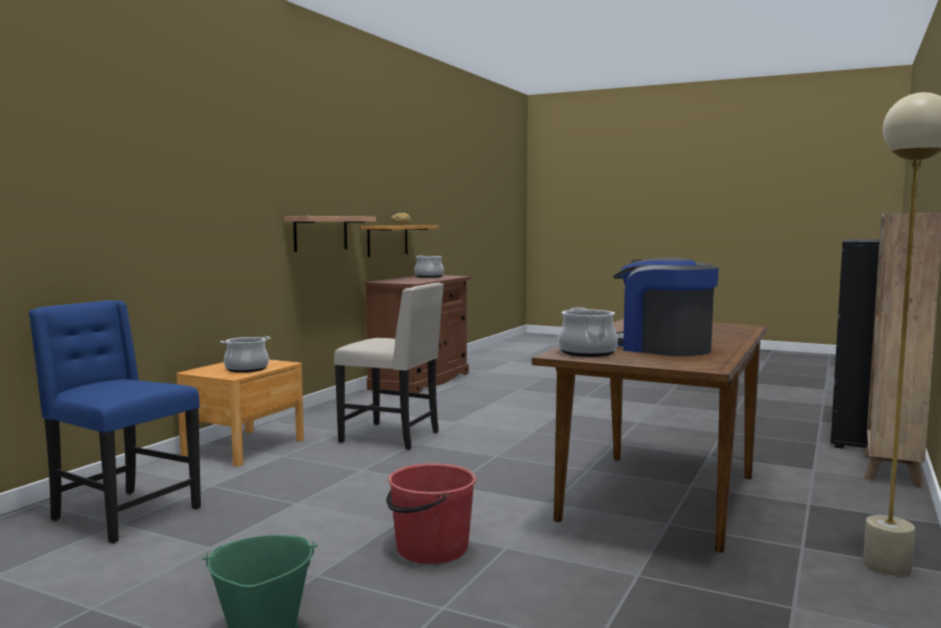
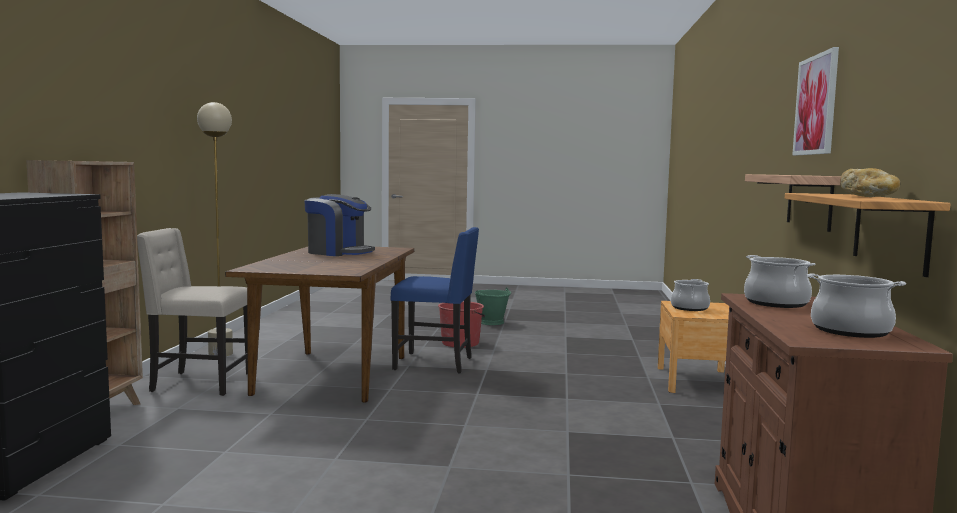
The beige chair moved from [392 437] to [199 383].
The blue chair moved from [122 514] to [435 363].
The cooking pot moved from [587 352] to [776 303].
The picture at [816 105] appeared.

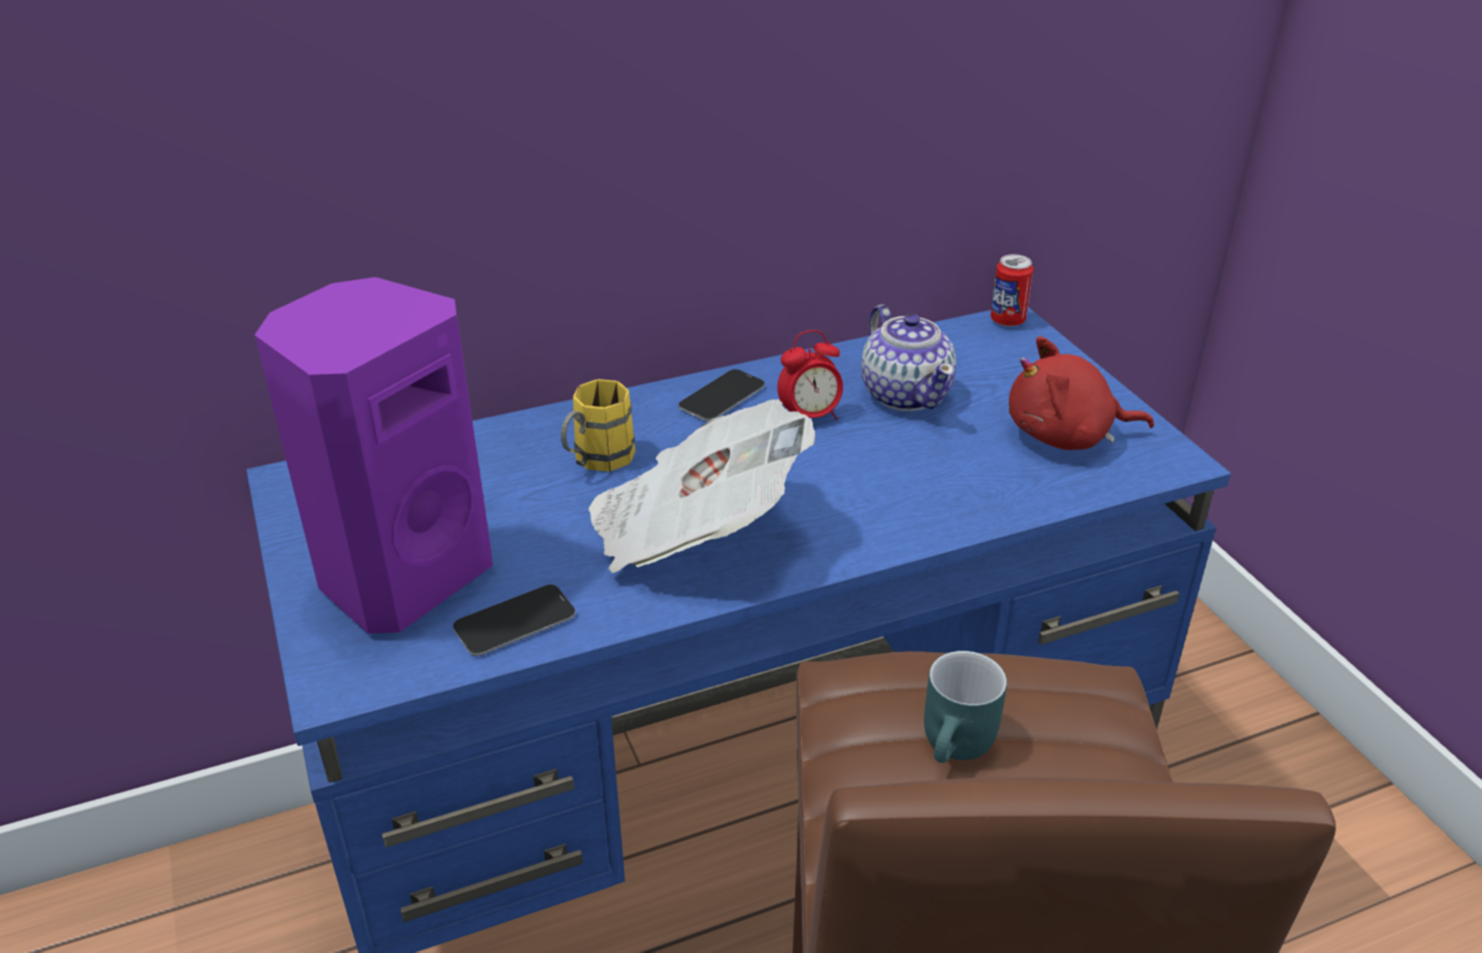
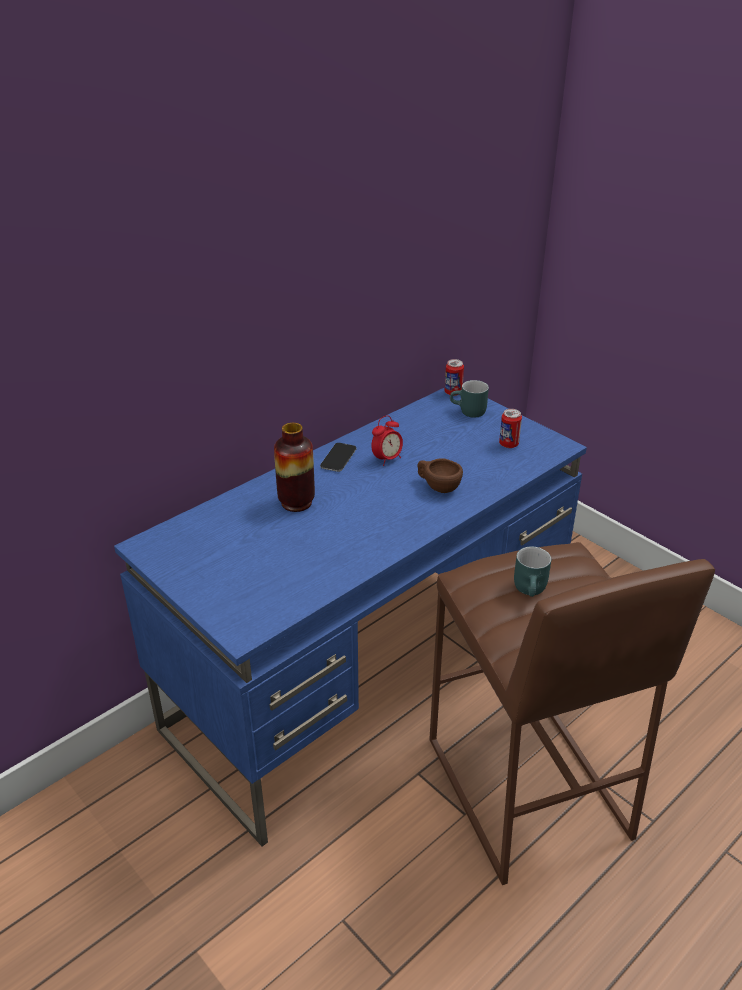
The yellow mug at [596 461] was replaced by the vase at [296 502].
The brown cup at [437 486] appeared.
The turquoise mug at [468 412] appeared.
The red plush toy at [1065 436] was replaced by the can at [508 444].
The purple speaker at [402 576] disappeared.
The phone at [515 622] disappeared.
The newspaper at [694 531] disappeared.
The teapot at [906 394] disappeared.

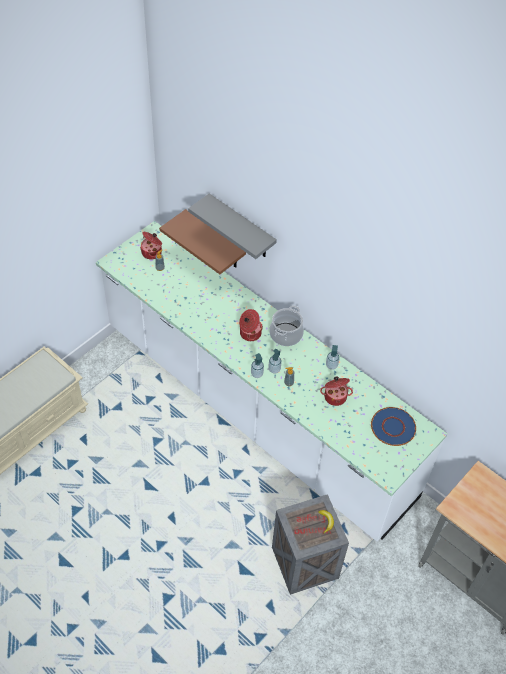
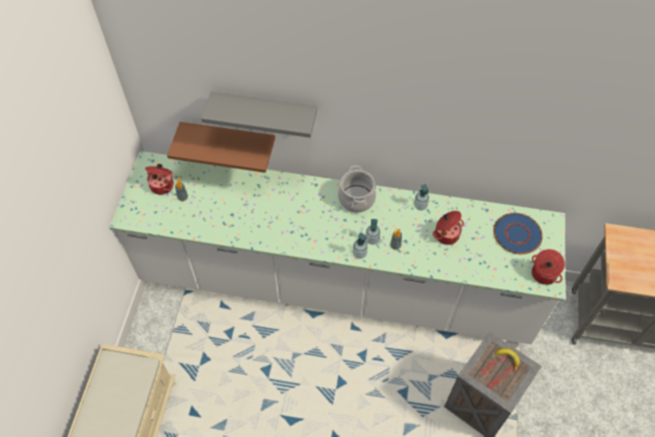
The cooking pot moved from [249 333] to [543 274].

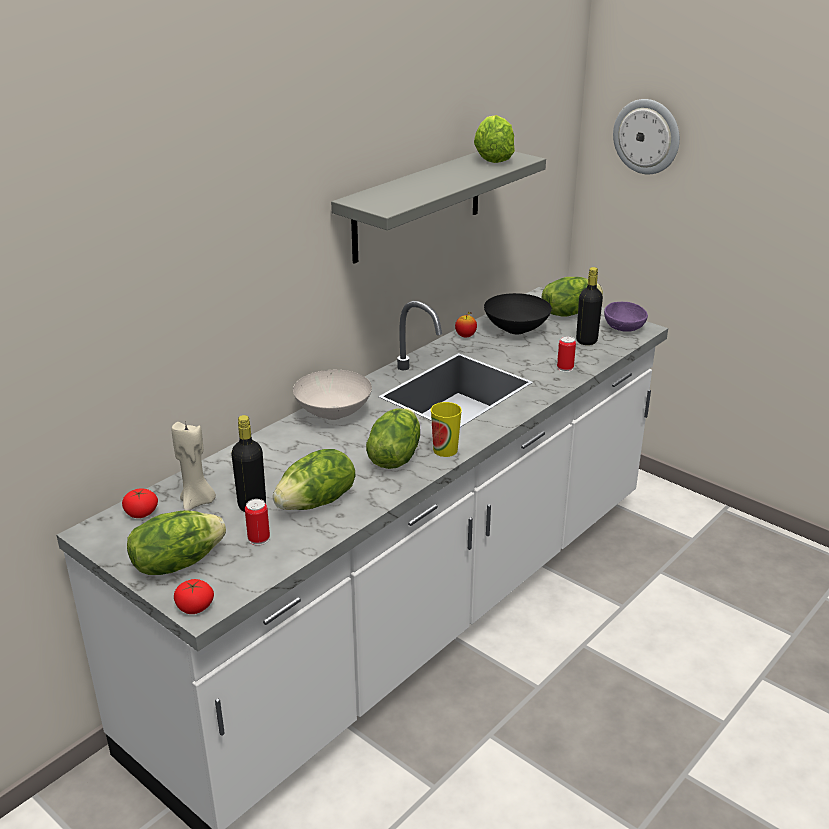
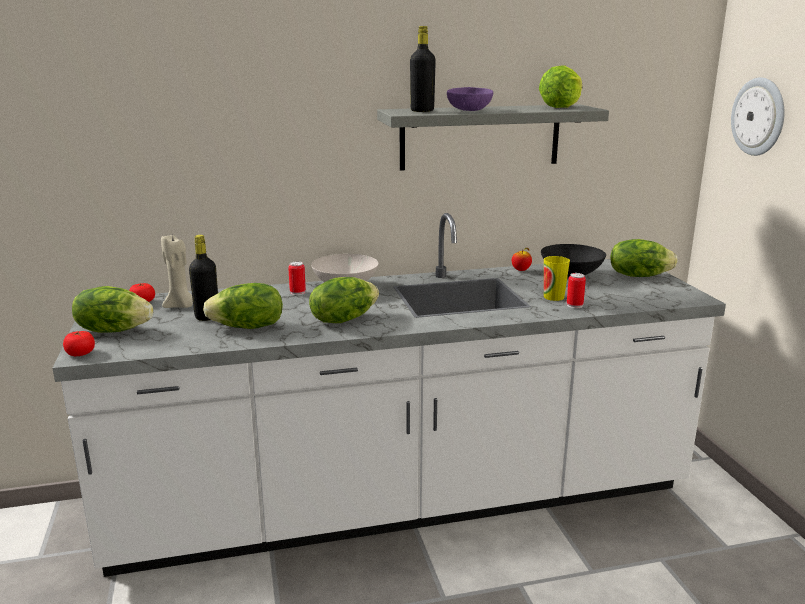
The can moved from [259 539] to [297 292].
The black bottle moved from [586 341] to [422 111].
The purple bowl moved from [625 328] to [470 110].
The cup moved from [445 450] to [553 297].

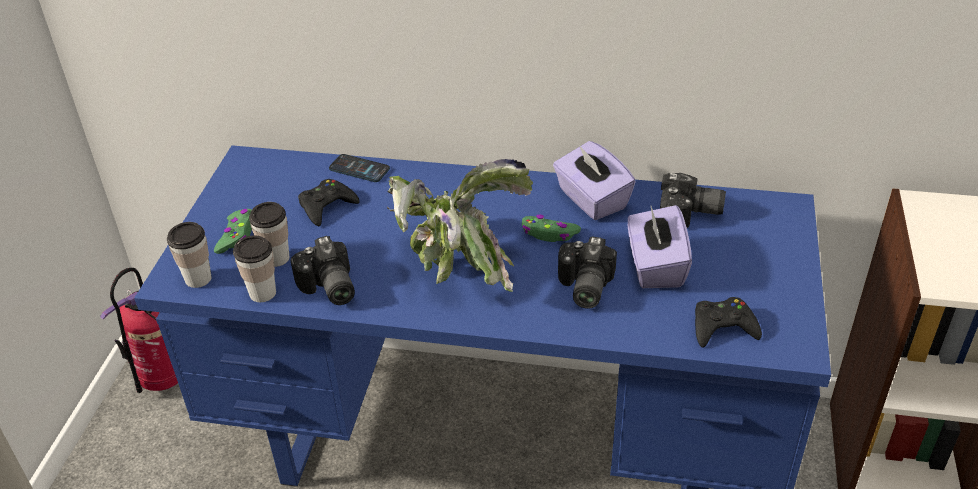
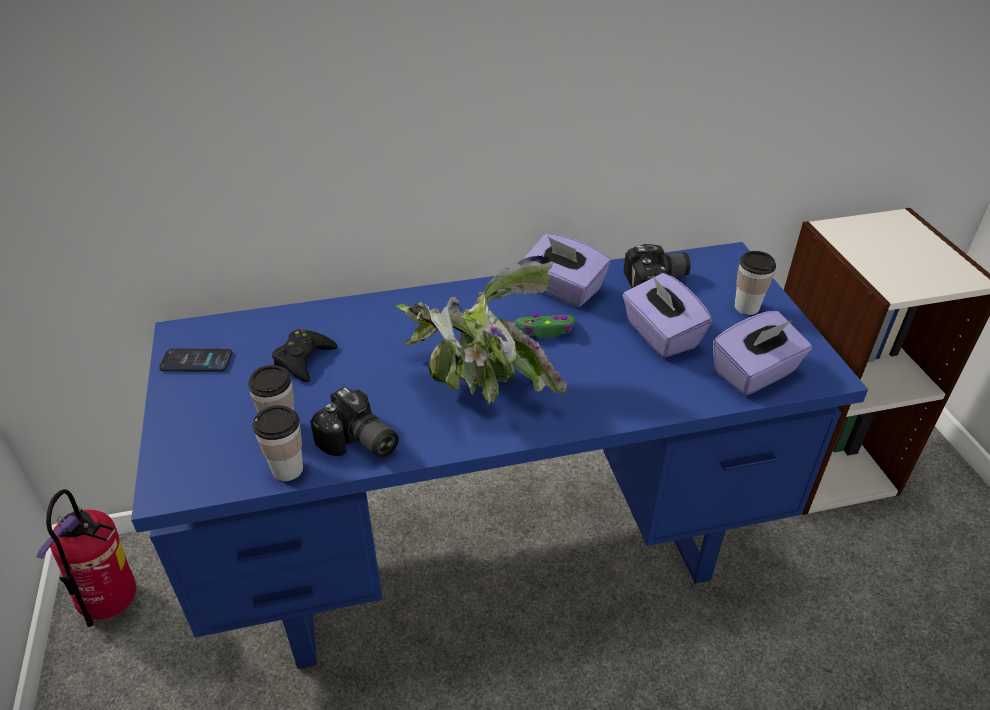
The phone moved from [359 169] to [196 361].
The black game controller at [723 327] was replaced by the purple tissue box at [755 373].
The cup moved from [198 279] to [746 307].
The green game controller at [237 236] disappeared.
The photo camera at [583 287] disappeared.

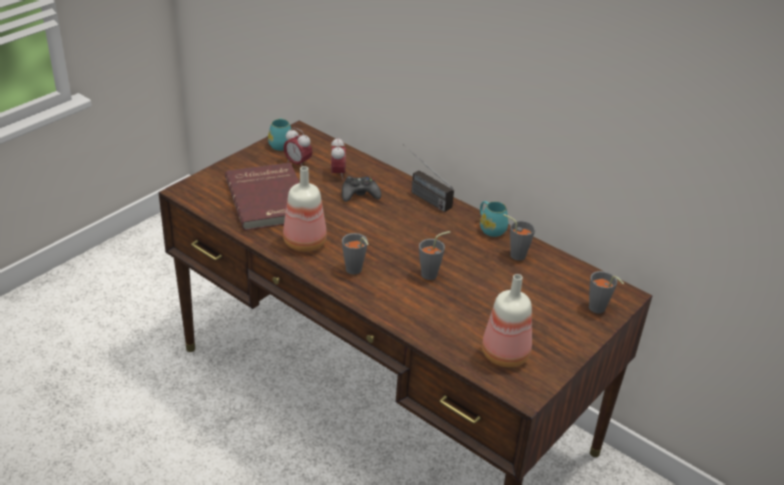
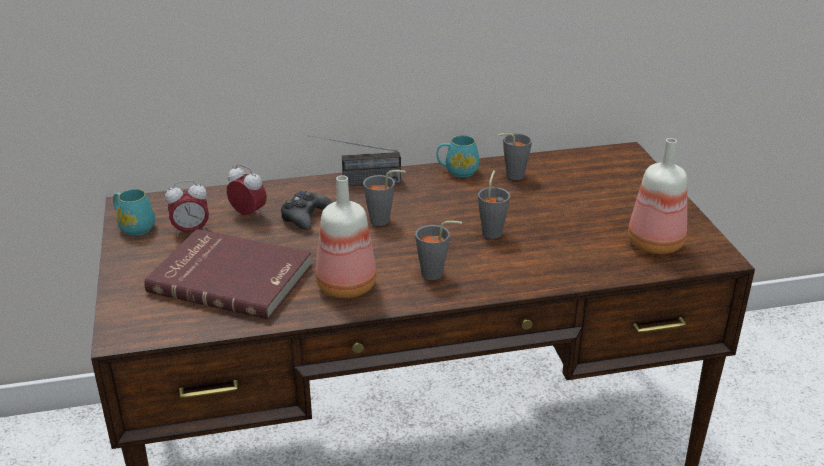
The grey cup moved from [599 310] to [384 221].

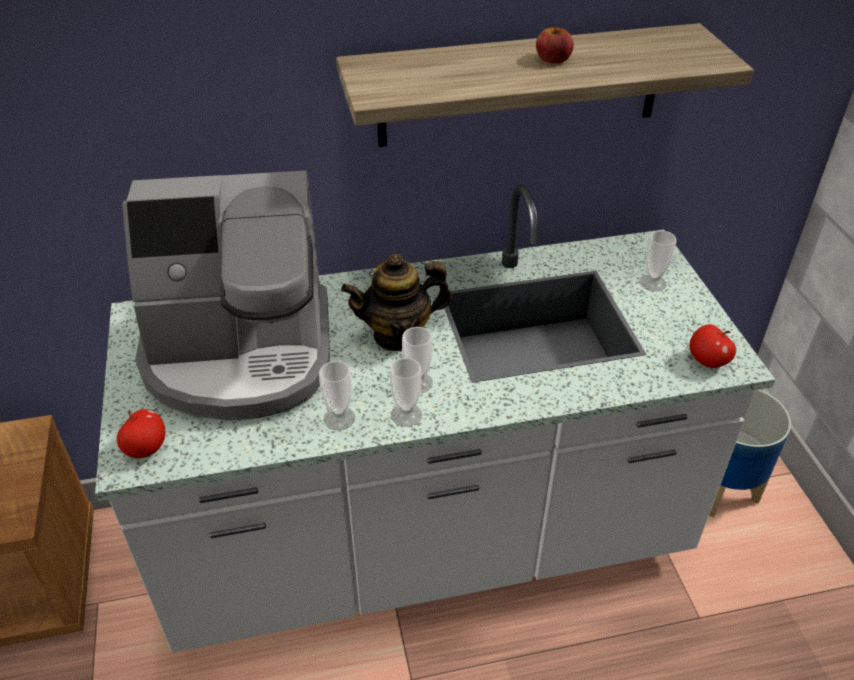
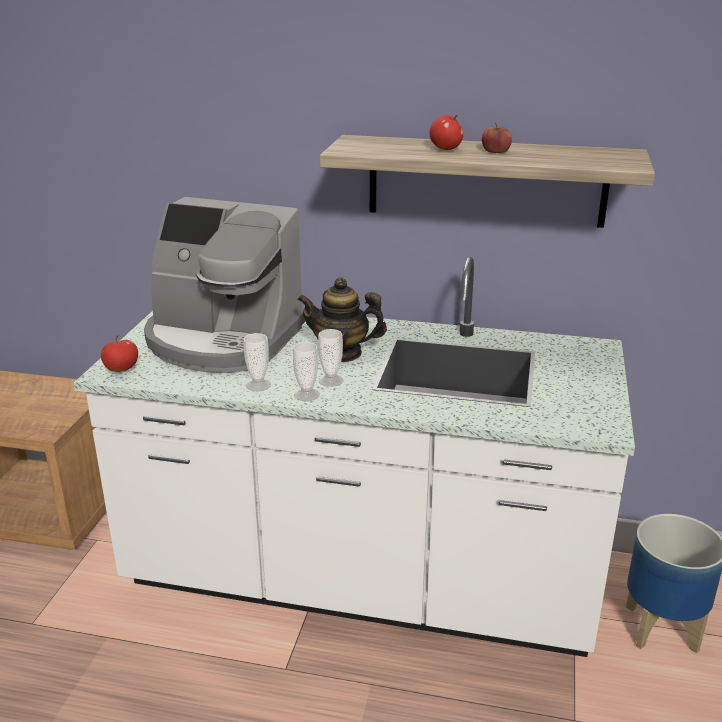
The apple moved from [707 361] to [445 149].
The cup at [652 283] disappeared.

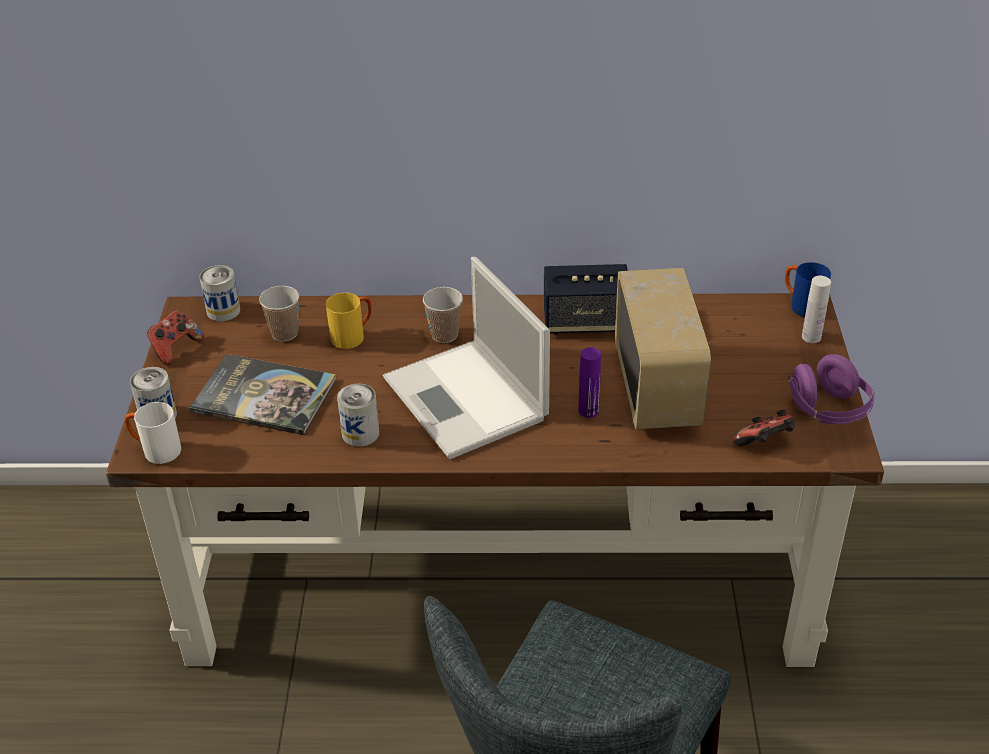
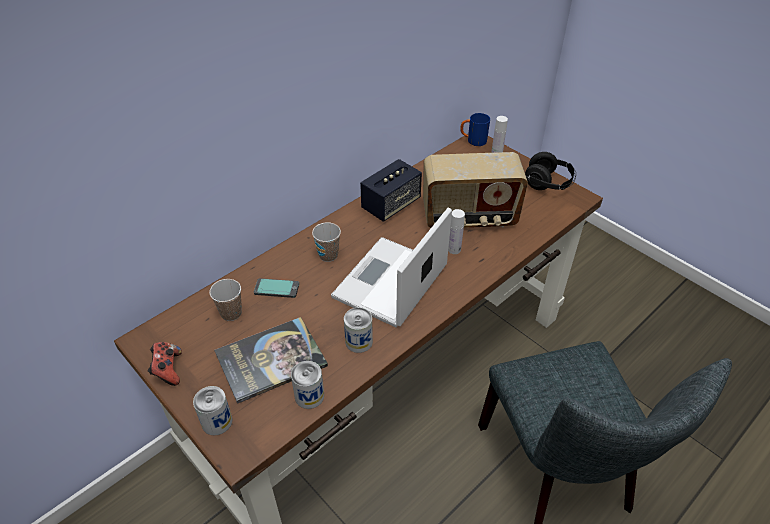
The yellow mug at [353 336] was replaced by the phone at [276 288].
The can moved from [223 311] to [309 396].
The laptop at [467 400] turned 105 degrees clockwise.
The radio at [658 388] turned 135 degrees clockwise.
The purple bottle at [588 410] became the white bottle at [454 249].
The purple headphones at [828 410] became the black headphones at [548 184].
The white mug at [155 450] disappeared.
The game controller at [764 443] disappeared.

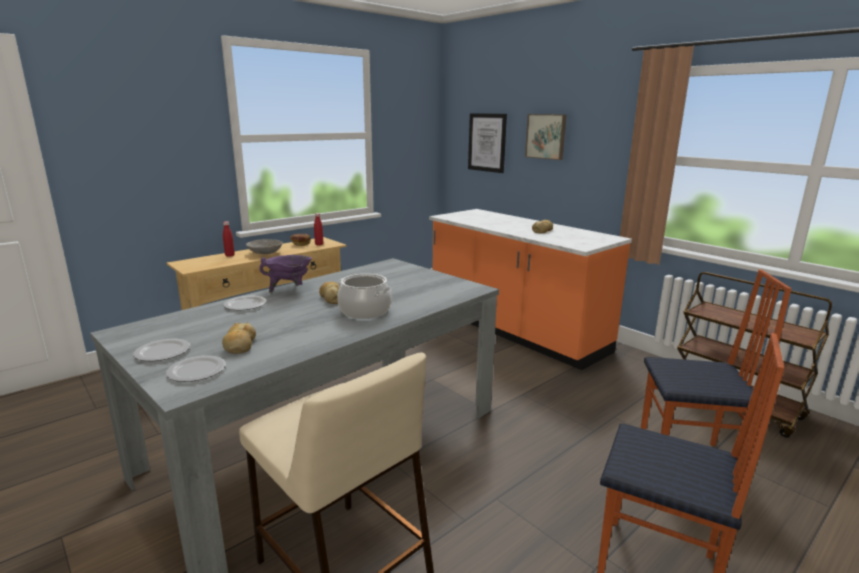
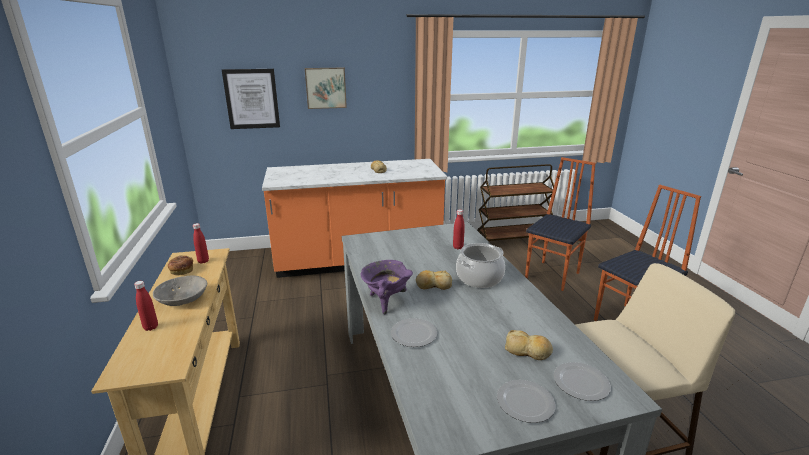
The red bottle at [458 247] appeared.

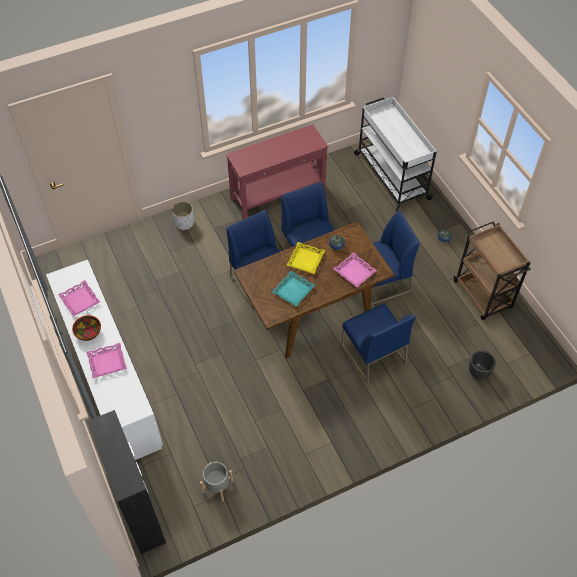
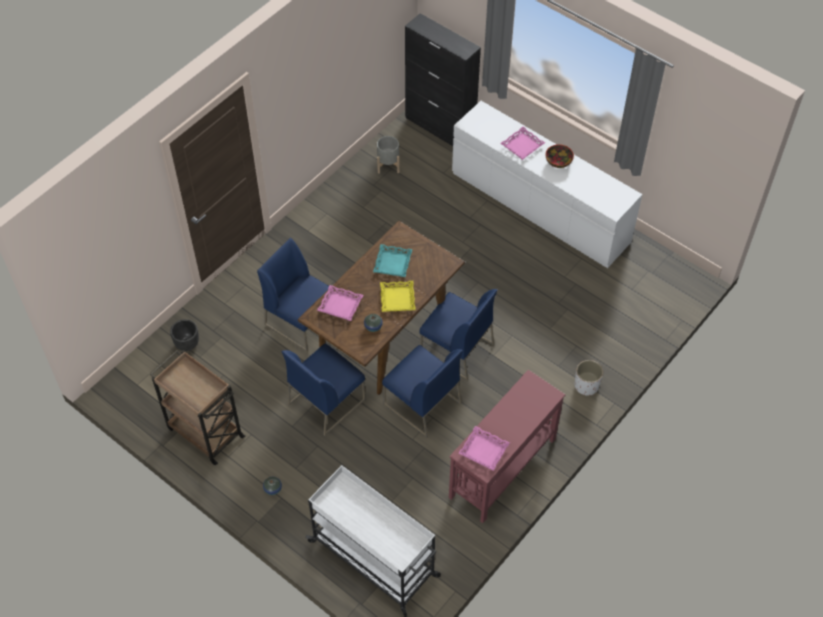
The pink tray moved from [80 300] to [483 450].

